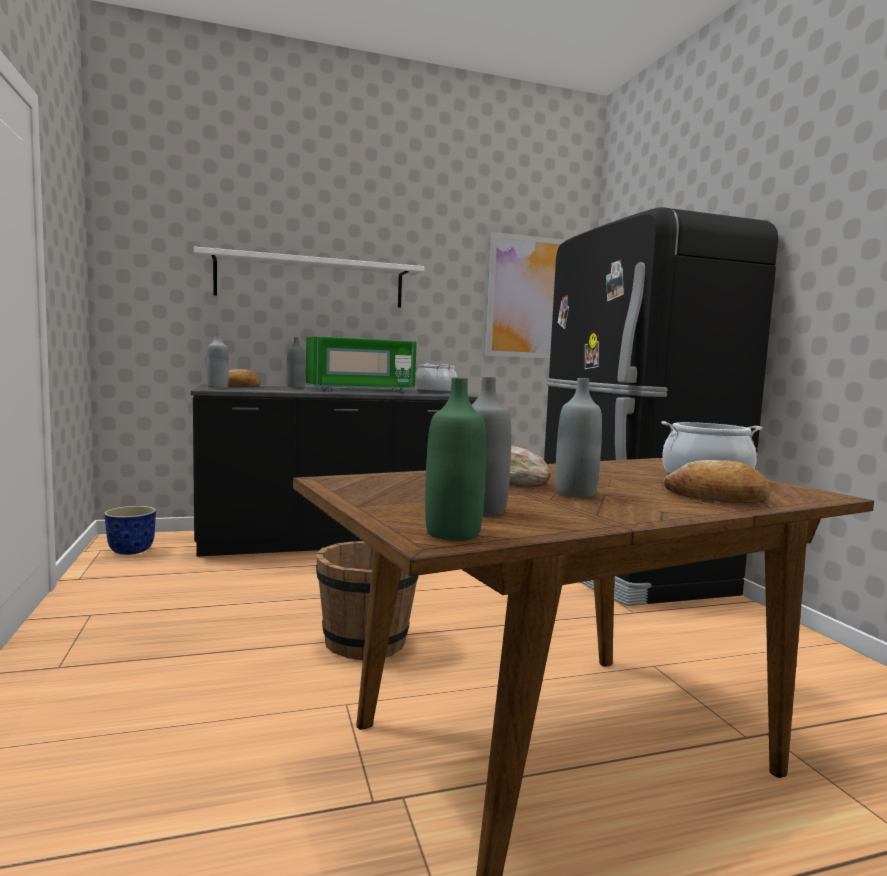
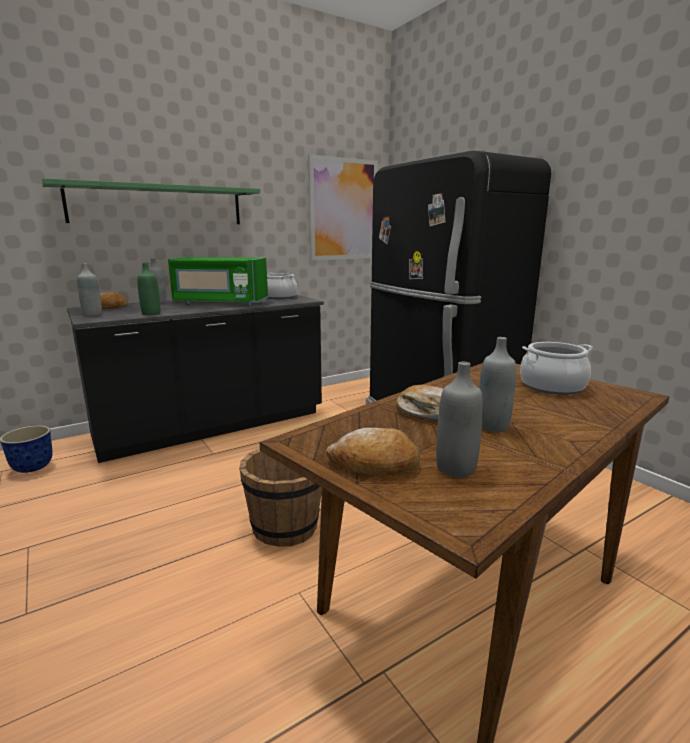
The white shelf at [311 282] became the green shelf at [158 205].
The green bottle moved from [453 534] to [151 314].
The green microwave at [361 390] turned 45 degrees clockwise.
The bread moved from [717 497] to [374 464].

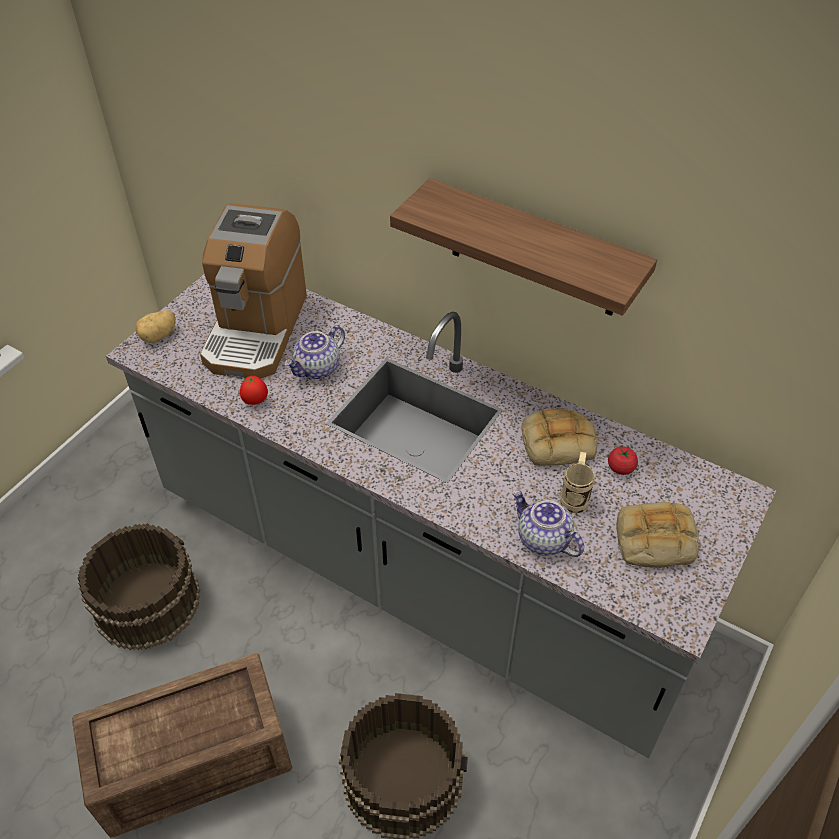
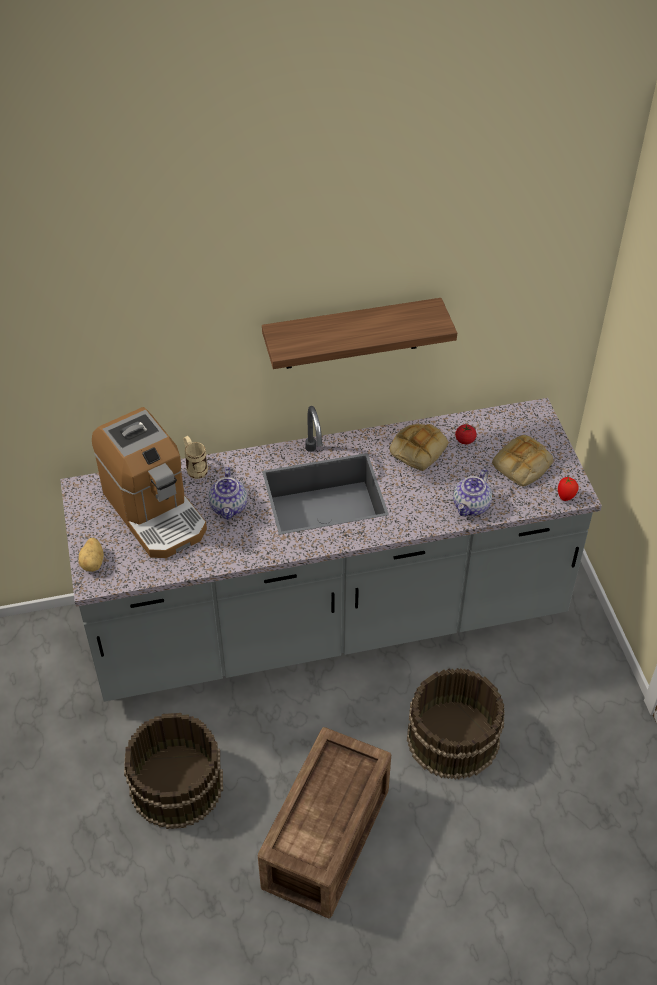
The beige mug moved from [575 495] to [195 467].
The teapot at [542 539] turned 60 degrees counterclockwise.
The tomato moved from [255 401] to [566 496].

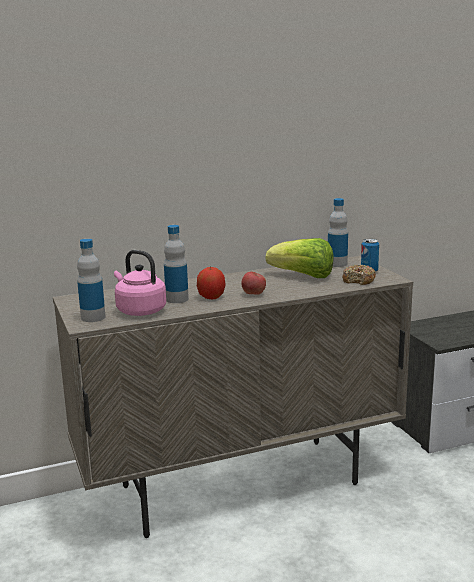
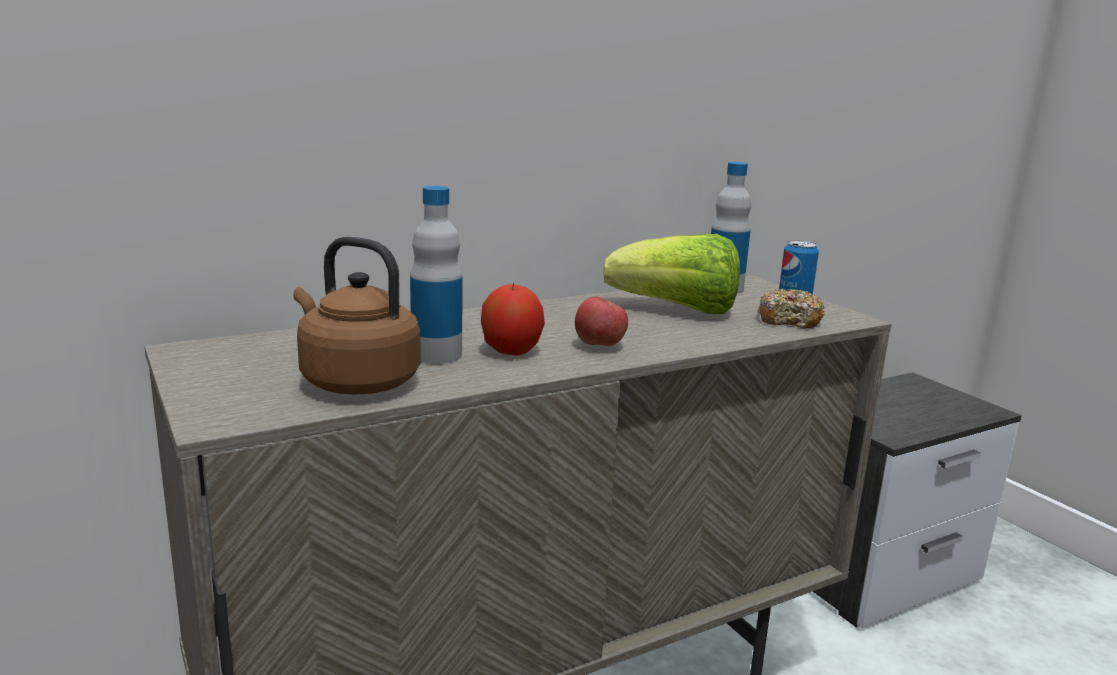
The pink kettle at [139 310] became the brown kettle at [355 381].
The bottle at [93 317] disappeared.

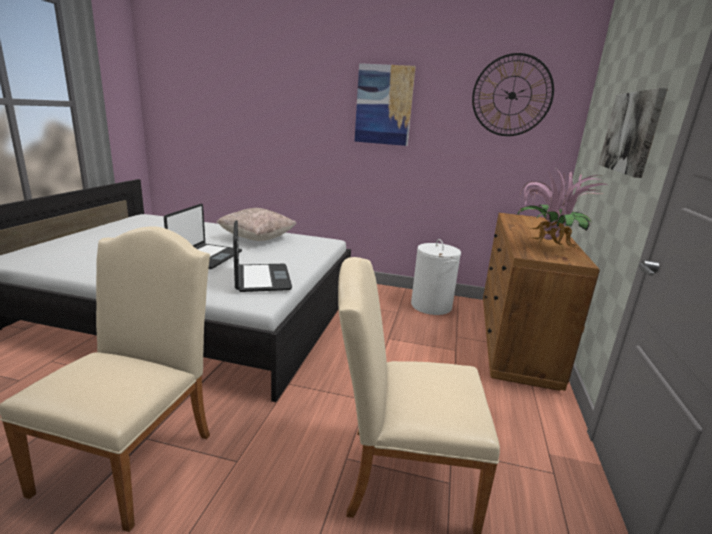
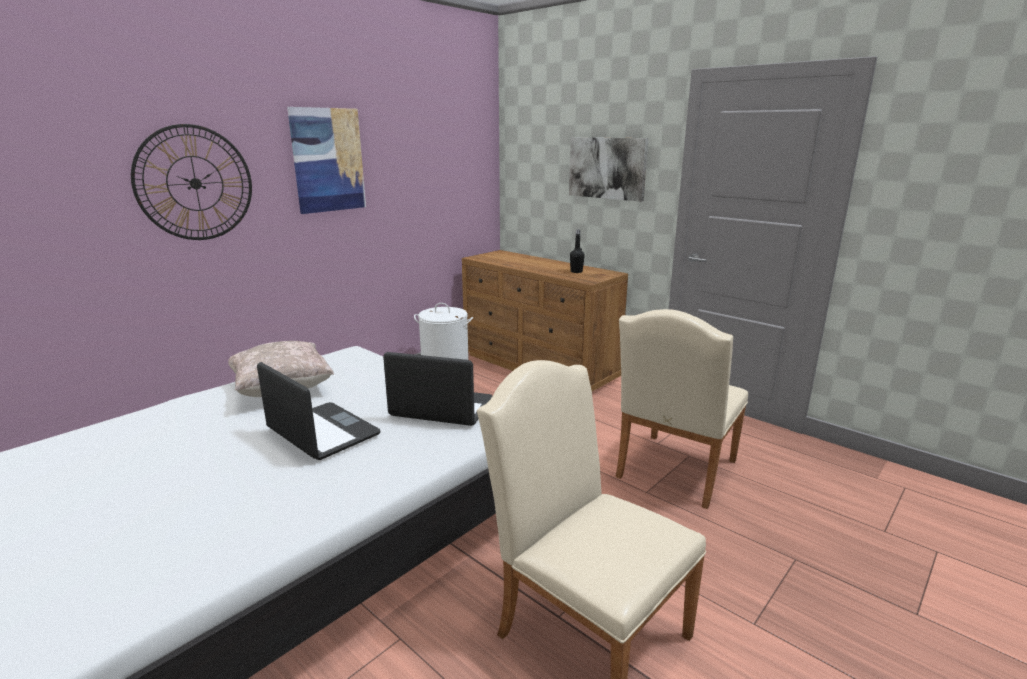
The wall clock moved from [512 95] to [195 183].
The potted plant at [547 248] was replaced by the black bottle at [576 271].

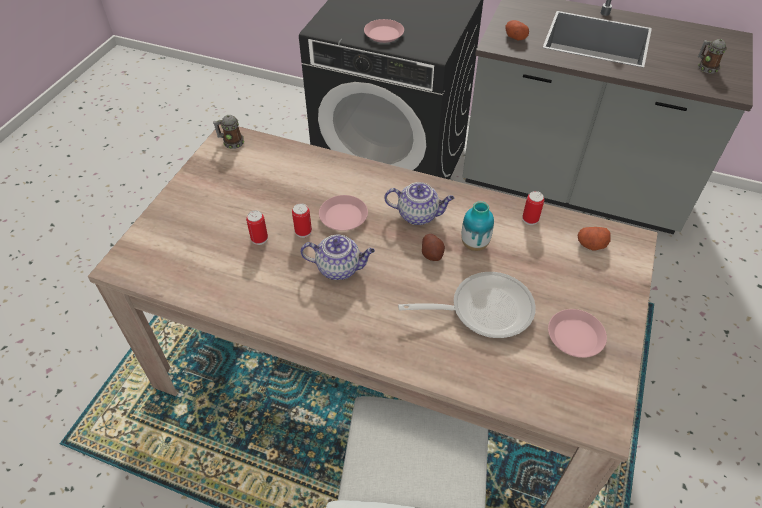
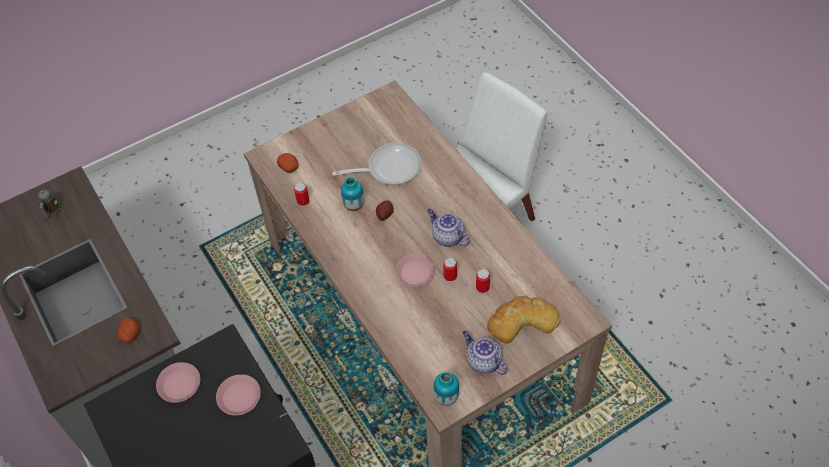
The pink plate moved from [575 337] to [180 384].
The frying pan at [483 309] turned 135 degrees clockwise.
The mug at [231 142] was replaced by the vase at [446 397].
The teapot moved from [418 215] to [483 361].
The bread at [521 321] appeared.

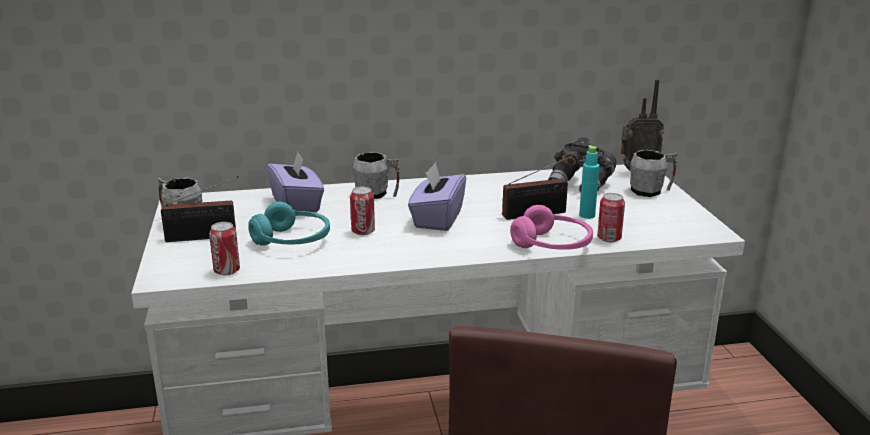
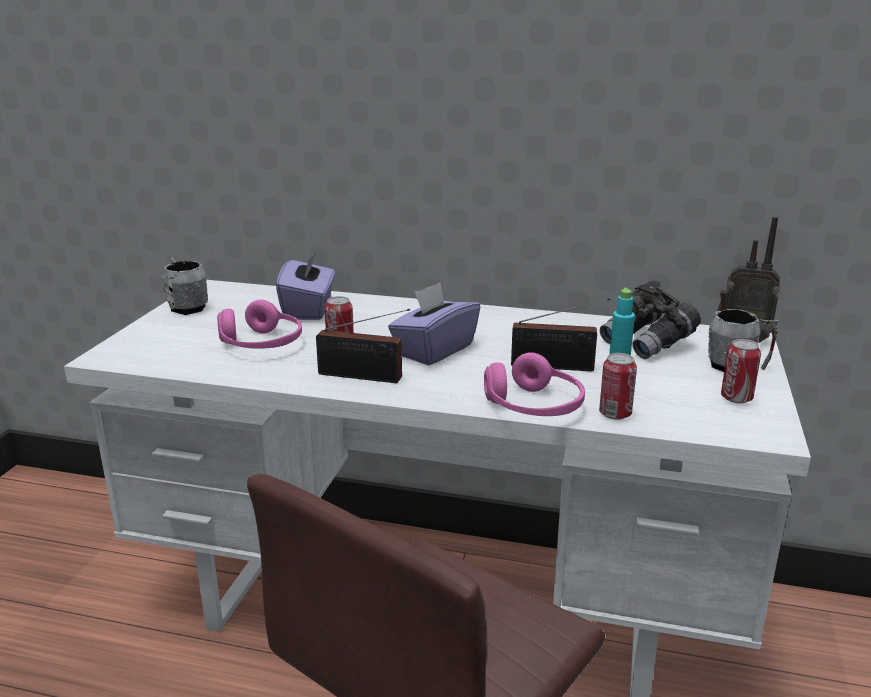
The turquoise headphones at [292 241] became the pink headphones at [261 344].
The radio moved from [205 237] to [364 377].
The can moved from [227 271] to [736 398].
The grey mug at [377 194] disappeared.

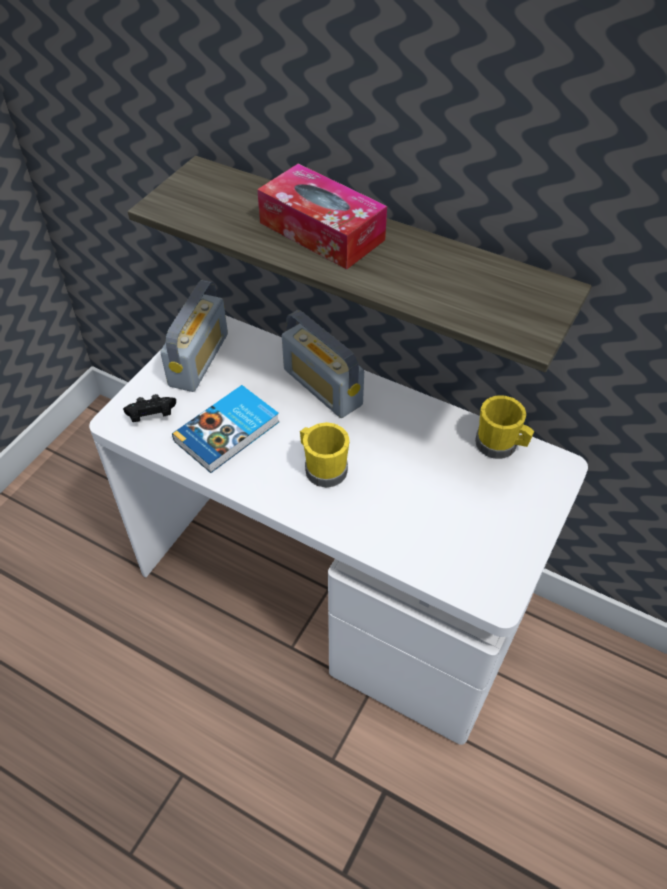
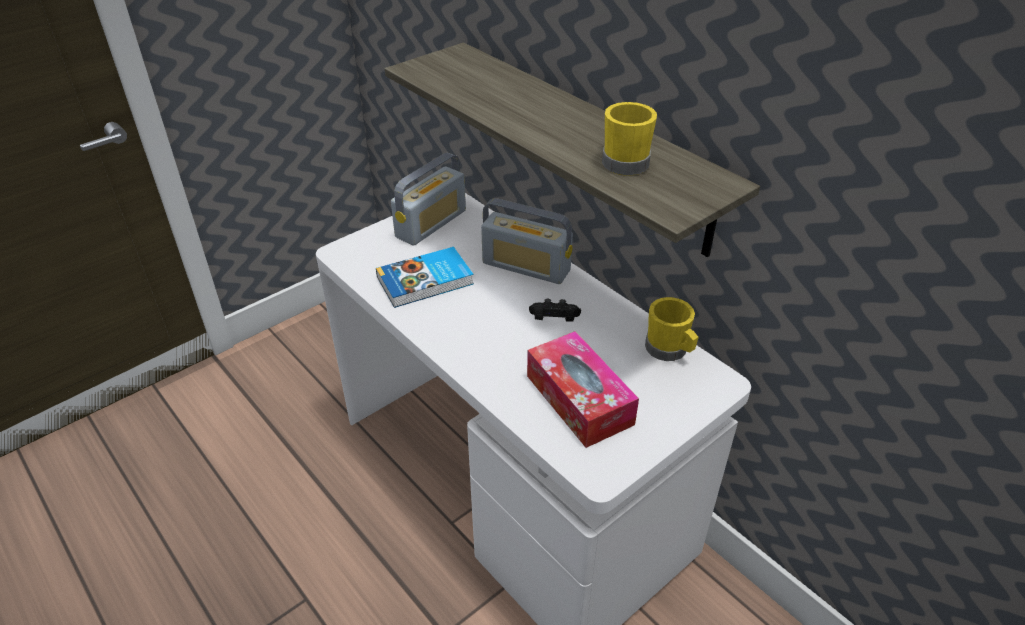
The radio at [322 387] turned 45 degrees counterclockwise.
The tissue box moved from [322 231] to [579 399].
The black game controller moved from [151 416] to [554 320].
The yellow mug moved from [322 467] to [622 161].

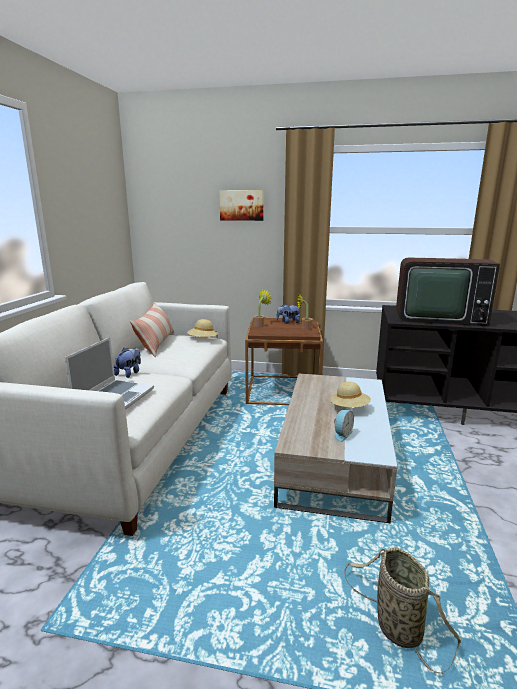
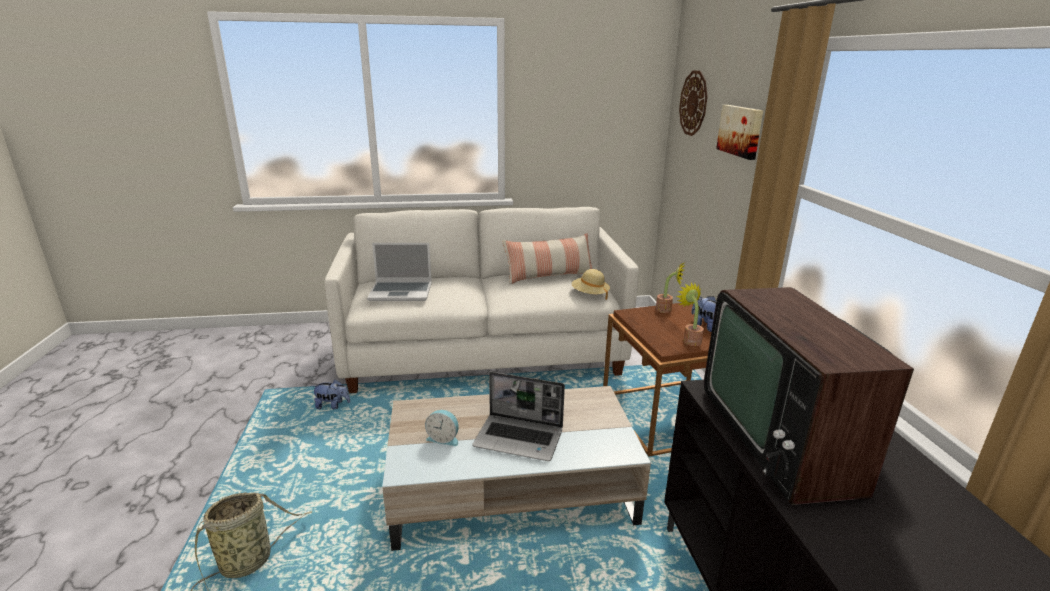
The plush toy moved from [129 373] to [332 406].
The beige hat at [349 408] was replaced by the laptop at [520 438].
The wall clock at [693 103] appeared.

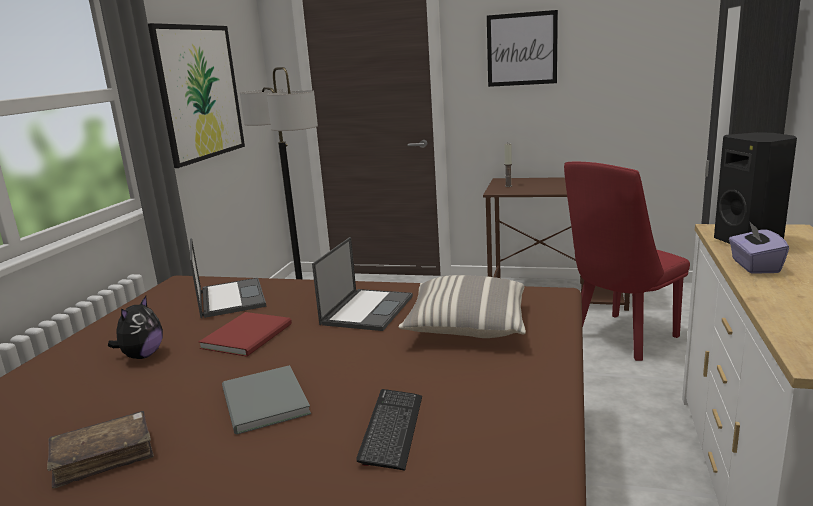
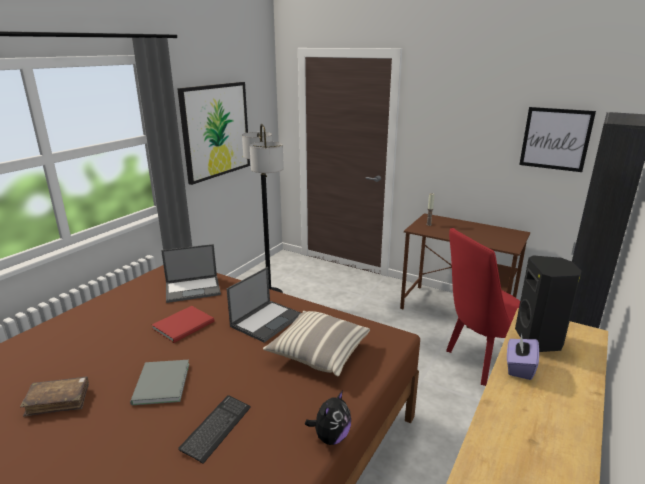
The laptop at [230 298] turned 75 degrees clockwise.
The plush toy moved from [142 356] to [330 437].
The picture moved from [522 49] to [555 139].

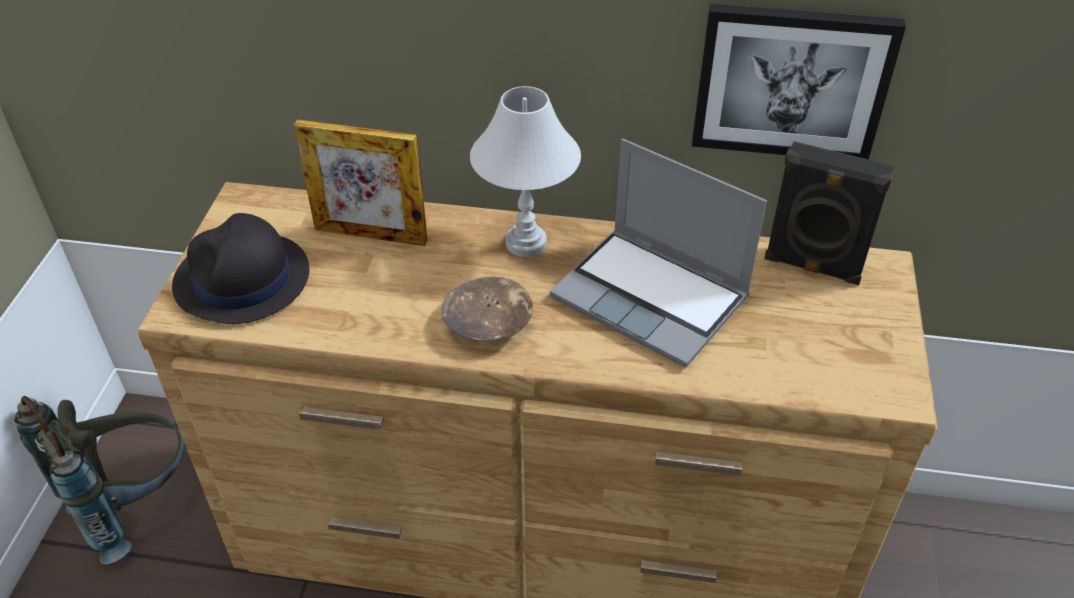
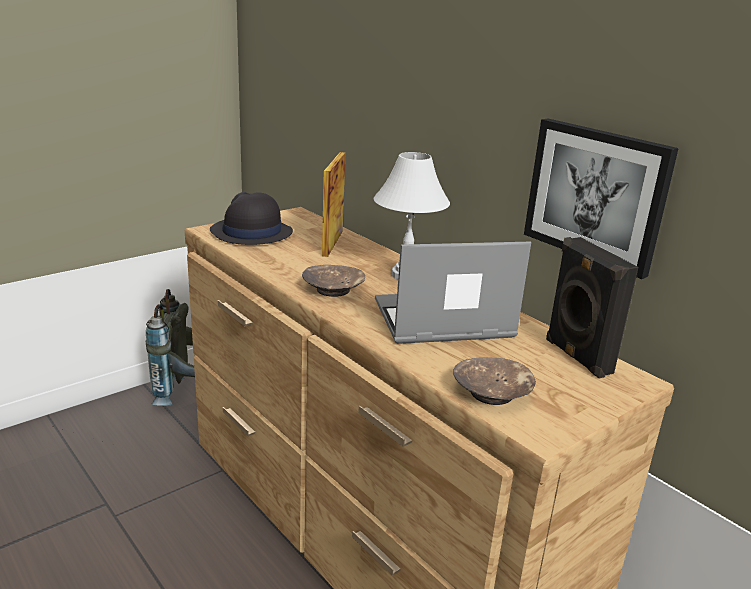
The picture frame at [370 235] turned 45 degrees clockwise.
The laptop at [653 298] turned 90 degrees clockwise.
The brown bowl at [492 393] appeared.

